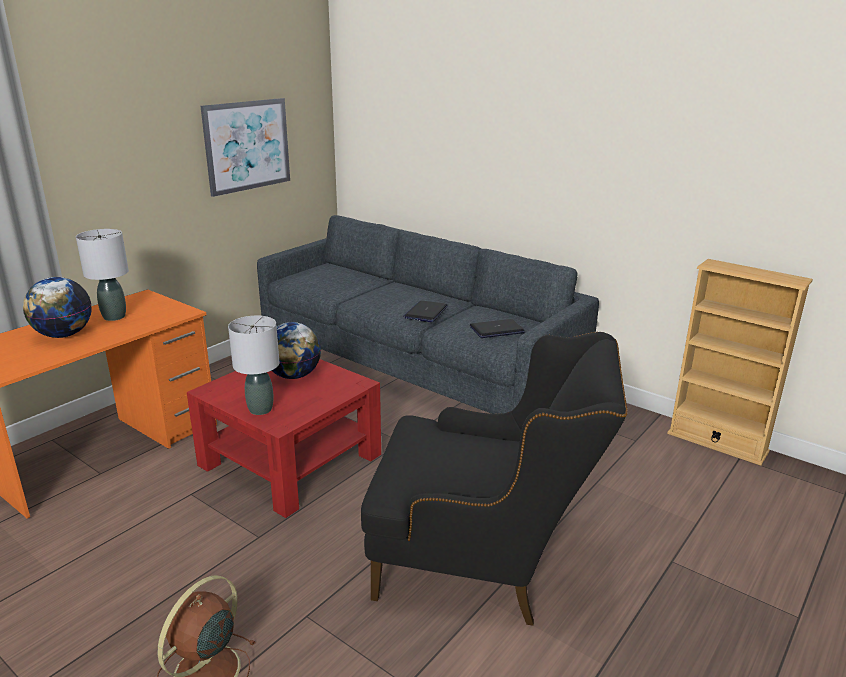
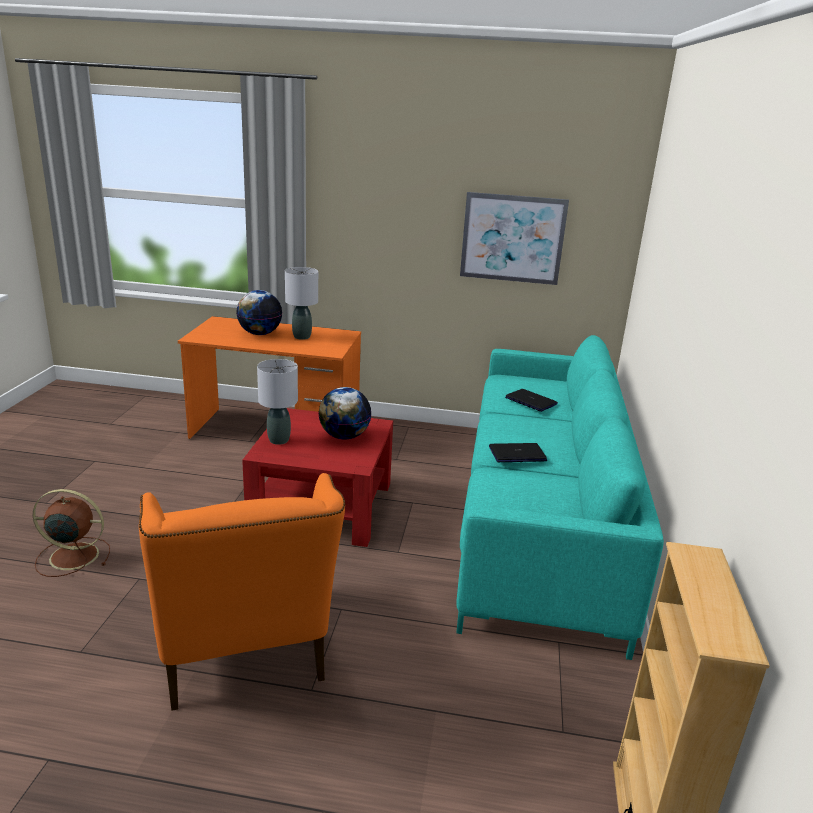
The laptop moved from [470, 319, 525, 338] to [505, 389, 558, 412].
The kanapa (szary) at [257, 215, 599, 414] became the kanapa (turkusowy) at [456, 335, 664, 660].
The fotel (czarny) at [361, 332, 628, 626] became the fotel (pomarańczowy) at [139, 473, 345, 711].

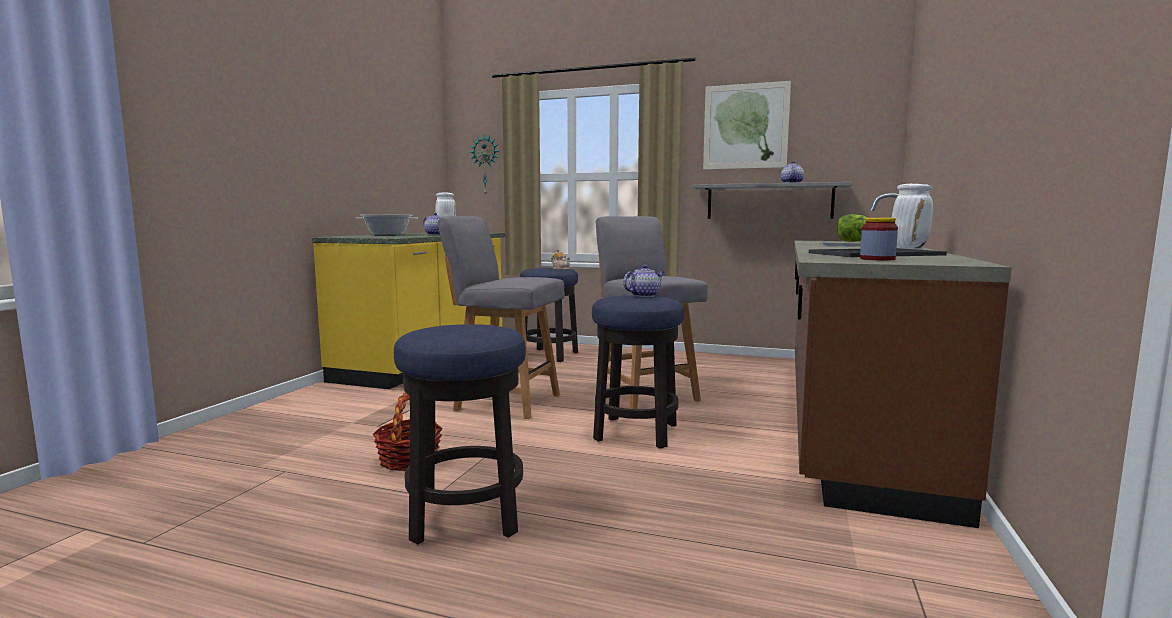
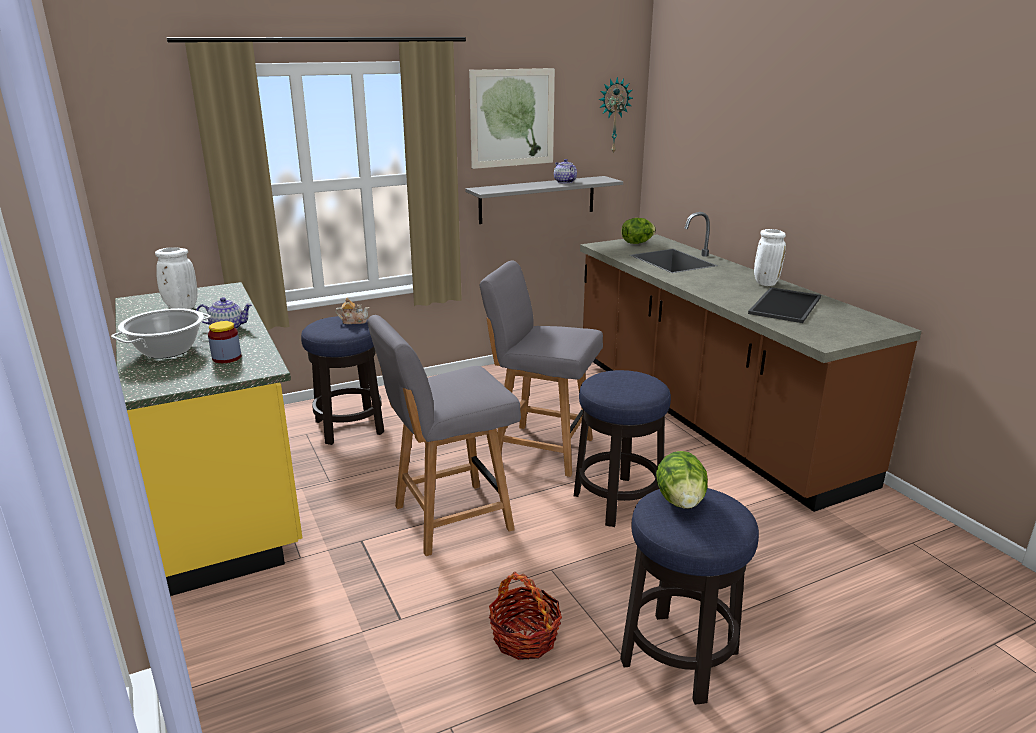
The imbryk at [623, 265, 664, 297] disappeared.
The sałata at [656, 451, 708, 509] appeared.
The zegar ścienny moved from [470, 135, 499, 196] to [598, 76, 633, 154].
The słoik moved from [860, 218, 898, 260] to [208, 321, 241, 363].

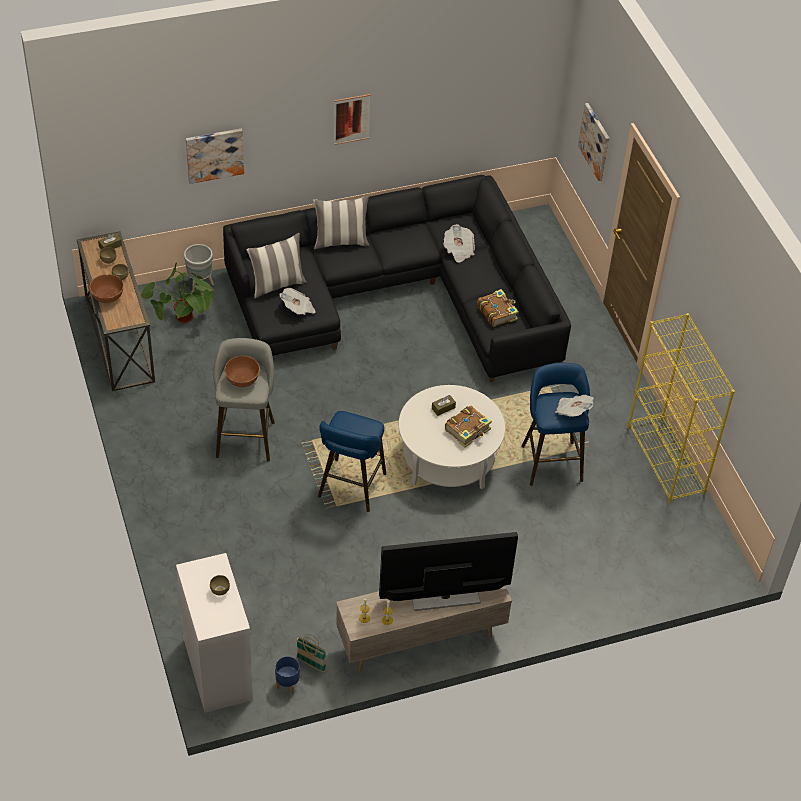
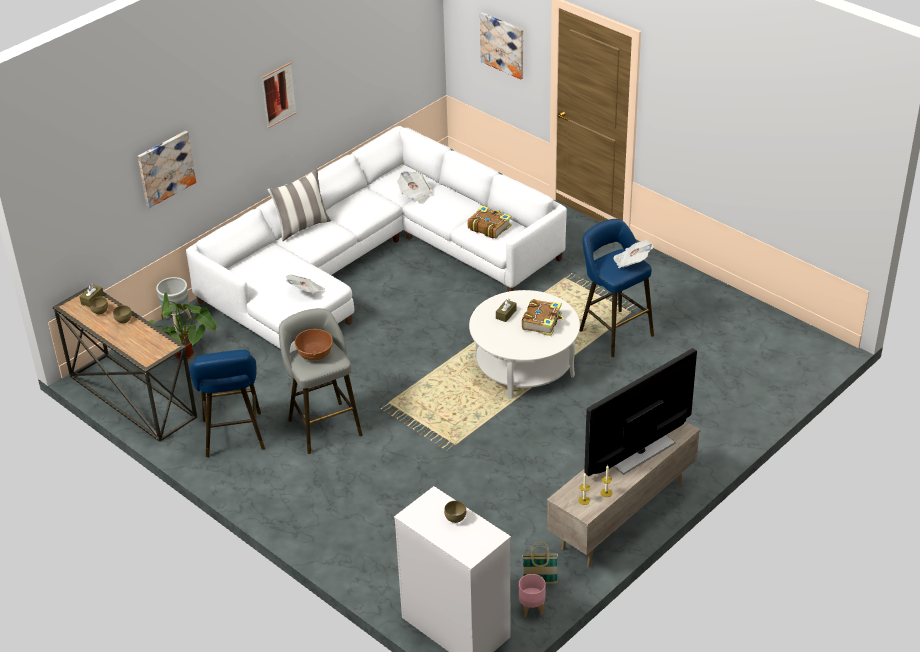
The miska (brązowy) at [89, 274, 124, 303] disappeared.
The poduszka at [246, 233, 307, 298] disappeared.
The regał (żółty) at [628, 313, 735, 504] disappeared.
The stołek (niebieski) moved from [318, 411, 386, 512] to [189, 350, 265, 457].
The kanapa (czarny) at [223, 175, 571, 382] became the kanapa (biały) at [186, 126, 567, 353].
The donica (niebieski) at [275, 656, 300, 694] became the donica (różowy) at [519, 574, 546, 617].

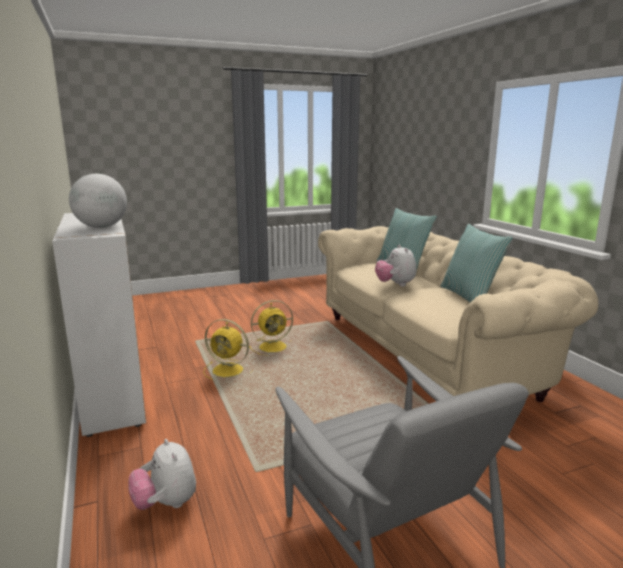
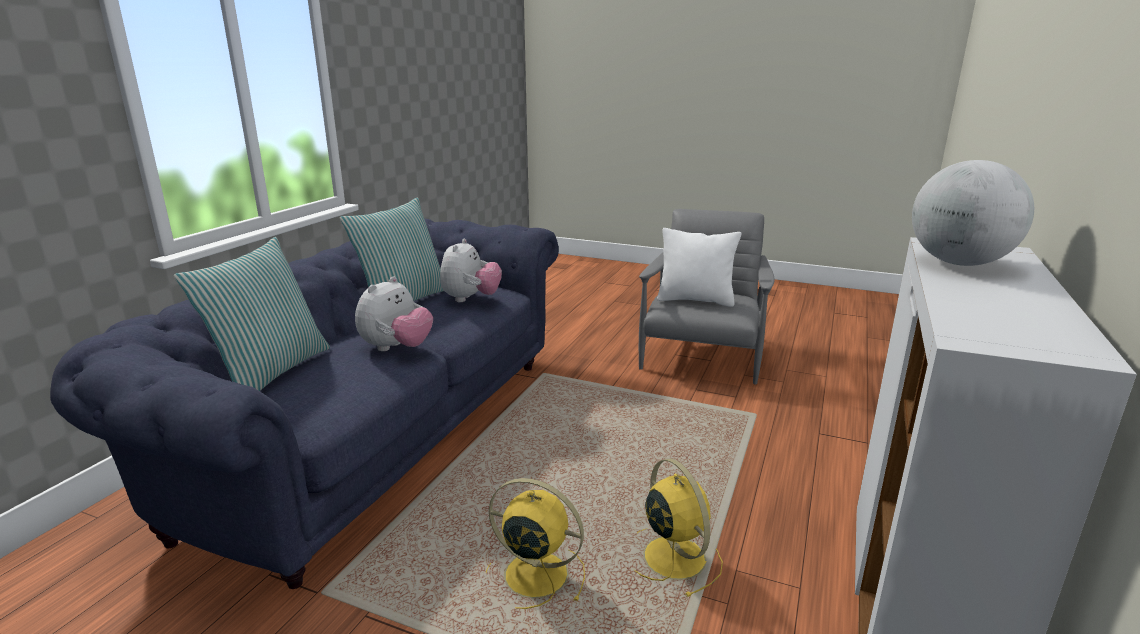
The poduszka (biały) at [657, 228, 741, 307] appeared.
The pluszak moved from [128, 439, 196, 510] to [440, 239, 502, 302].
The kanapa (beżowy) at [318, 226, 598, 402] became the kanapa (niebieski) at [50, 219, 559, 589].

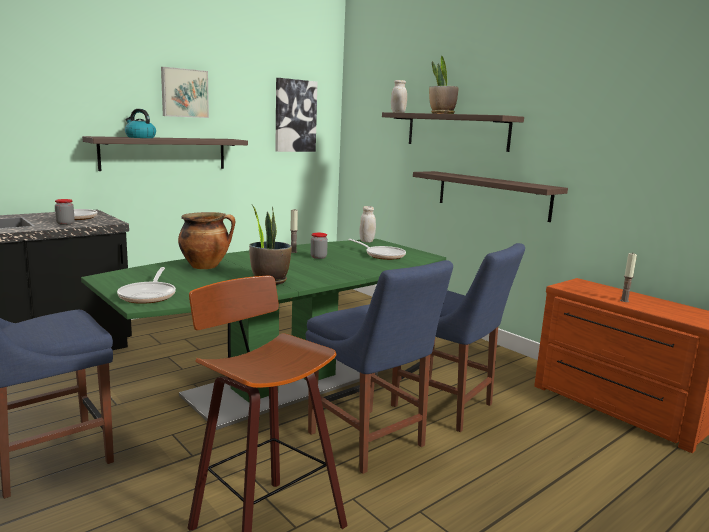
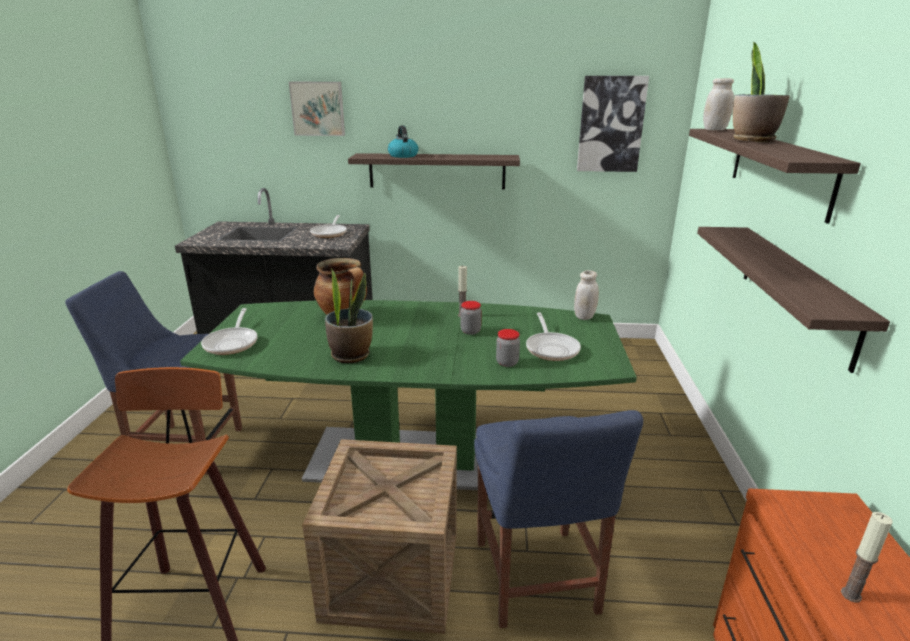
The słoik moved from [55, 199, 75, 225] to [496, 329, 520, 367].
The obraz moved from [161, 67, 209, 118] to [289, 82, 345, 136].
The krzesło (niebieski) at [306, 260, 453, 474] was replaced by the skrzynka at [302, 439, 457, 634].
The patelnia at [117, 267, 176, 304] turned 45 degrees counterclockwise.

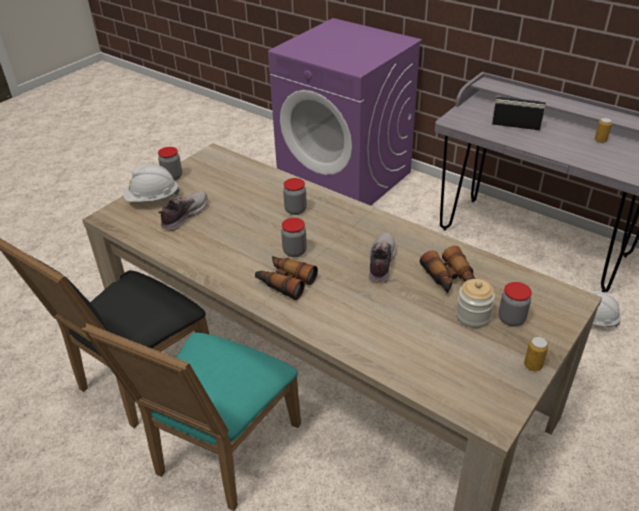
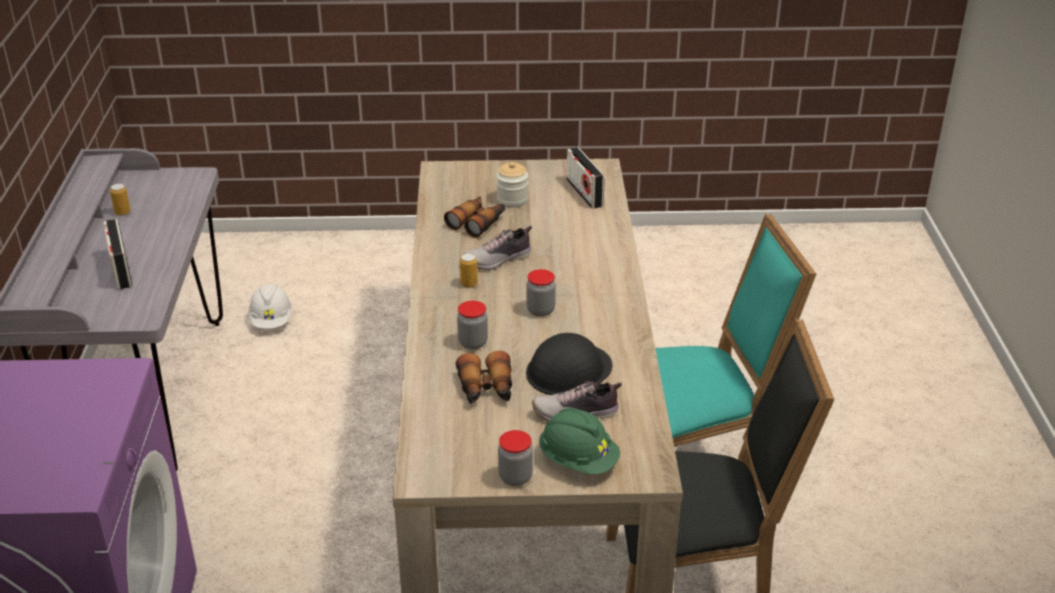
The słoik at [499, 282, 532, 326] disappeared.
The kask (czarny) at [526, 333, 612, 395] appeared.
The radio at [567, 147, 605, 208] appeared.
The lornetka moved from [255, 256, 318, 300] to [456, 351, 512, 404].
The puszka moved from [524, 336, 548, 371] to [460, 253, 478, 288].
The kask (biały) at [123, 165, 180, 202] became the kask (zielony) at [539, 408, 620, 475].

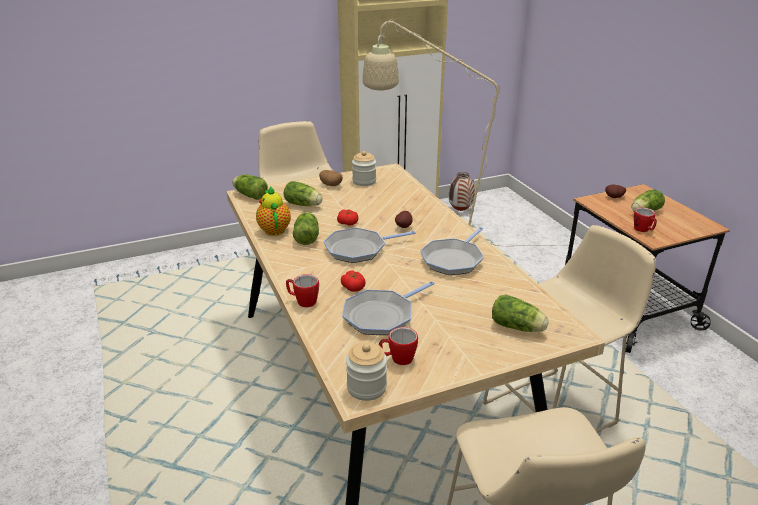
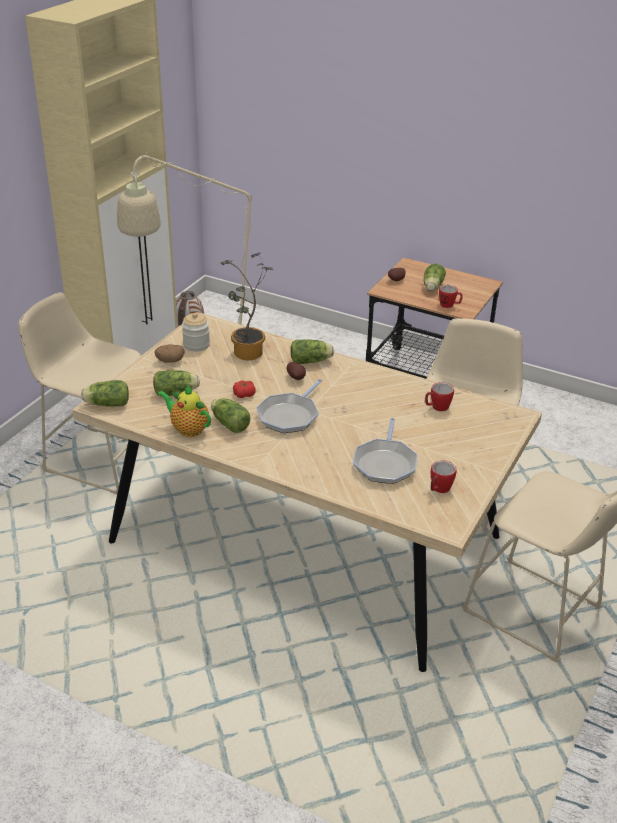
The pomidor at [341, 270, 365, 292] disappeared.
The słoik at [346, 342, 387, 401] disappeared.
The patelnia at [420, 227, 484, 275] disappeared.
The roślina doniczkowa at [221, 253, 274, 360] appeared.
The kubek moved from [286, 274, 319, 307] to [425, 382, 454, 411].
The sałata moved from [492, 294, 549, 332] to [290, 339, 334, 364].

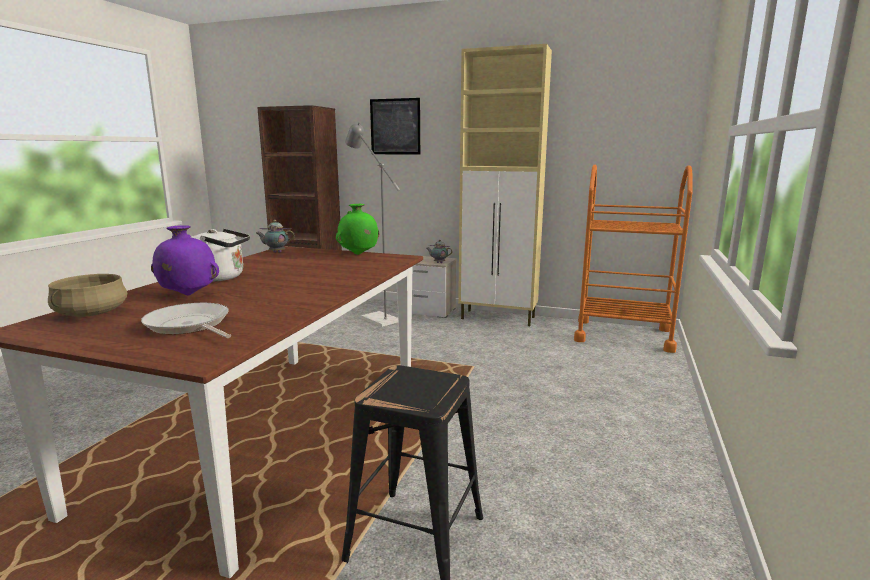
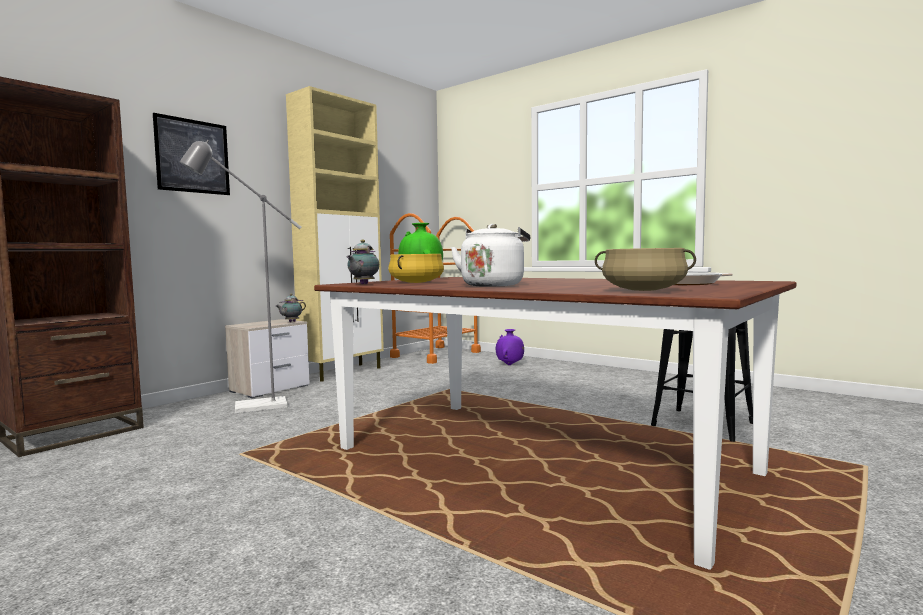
The garnek (żółty) at [388, 254, 444, 283] appeared.
The wazon (fioletowy) moved from [151, 225, 219, 295] to [496, 329, 524, 365].

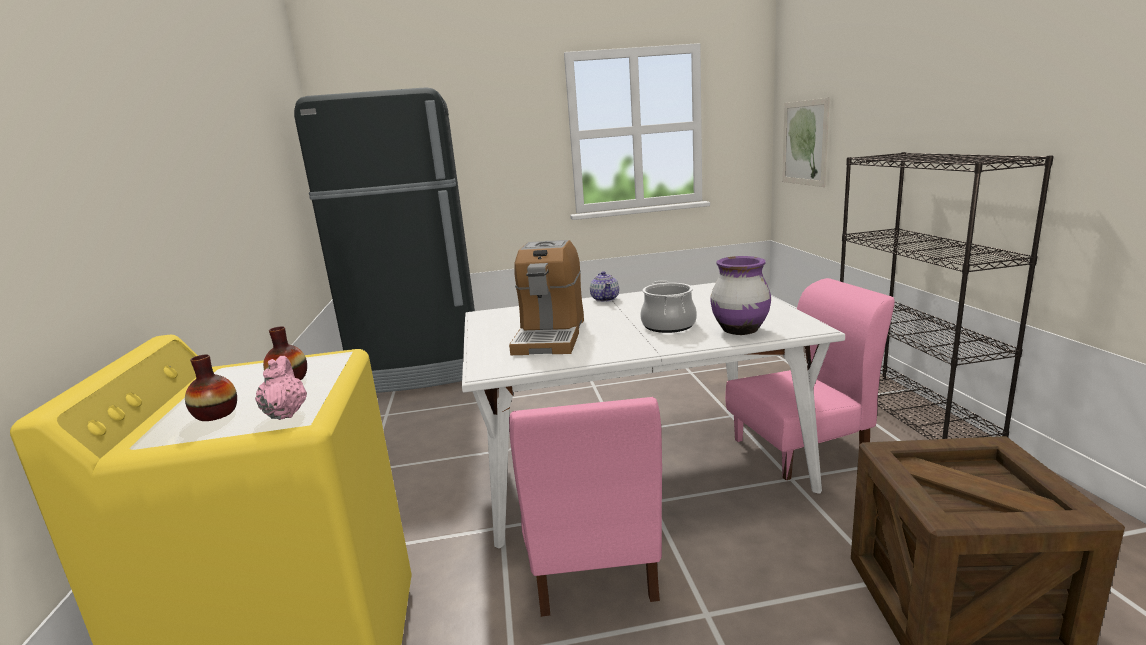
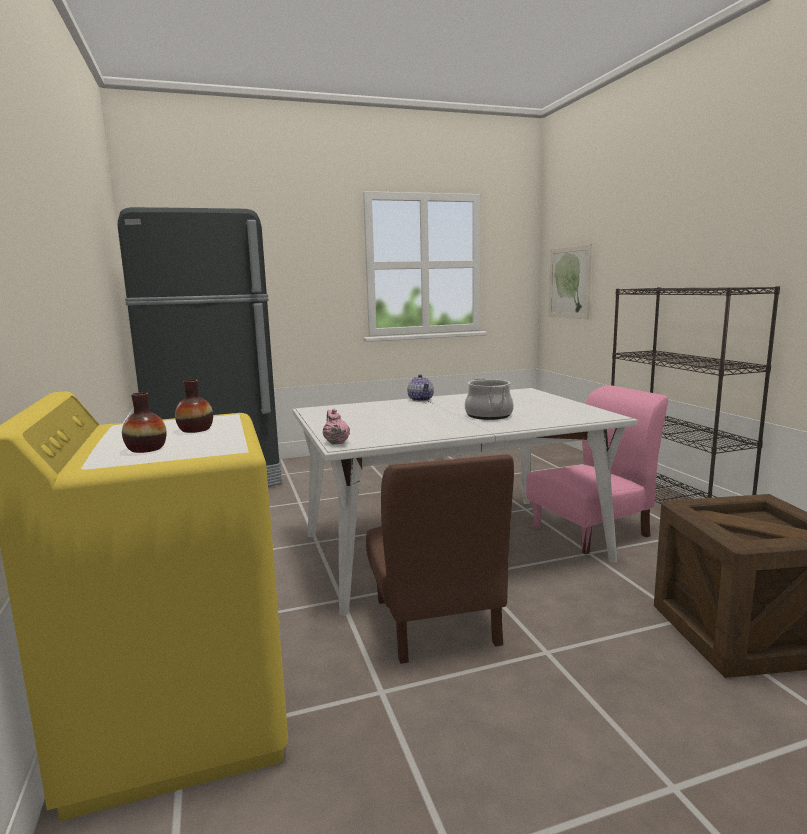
The ekspres do kawy at [509, 240, 584, 355] disappeared.
The wazon (fioletowy) at [710, 256, 771, 335] disappeared.
The imbryk (różowy) moved from [255, 356, 307, 420] to [323, 409, 350, 444].
The krzesło (różowy) at [509, 397, 662, 617] became the krzesło (brązowy) at [366, 454, 514, 664].

